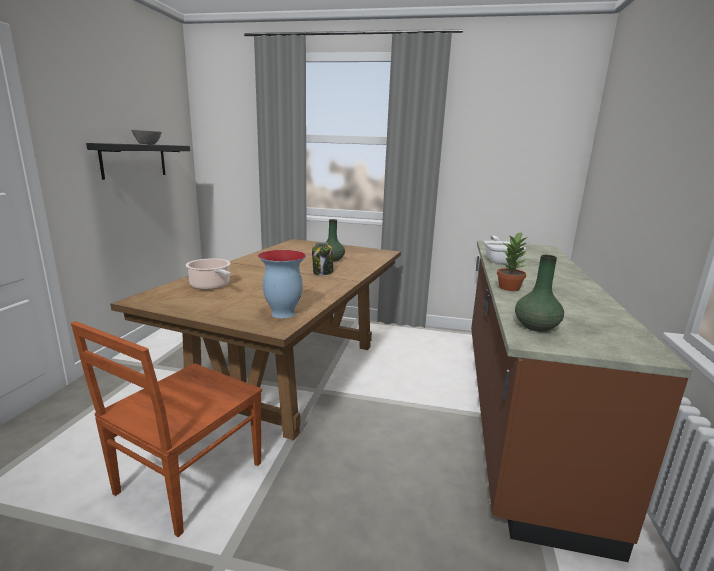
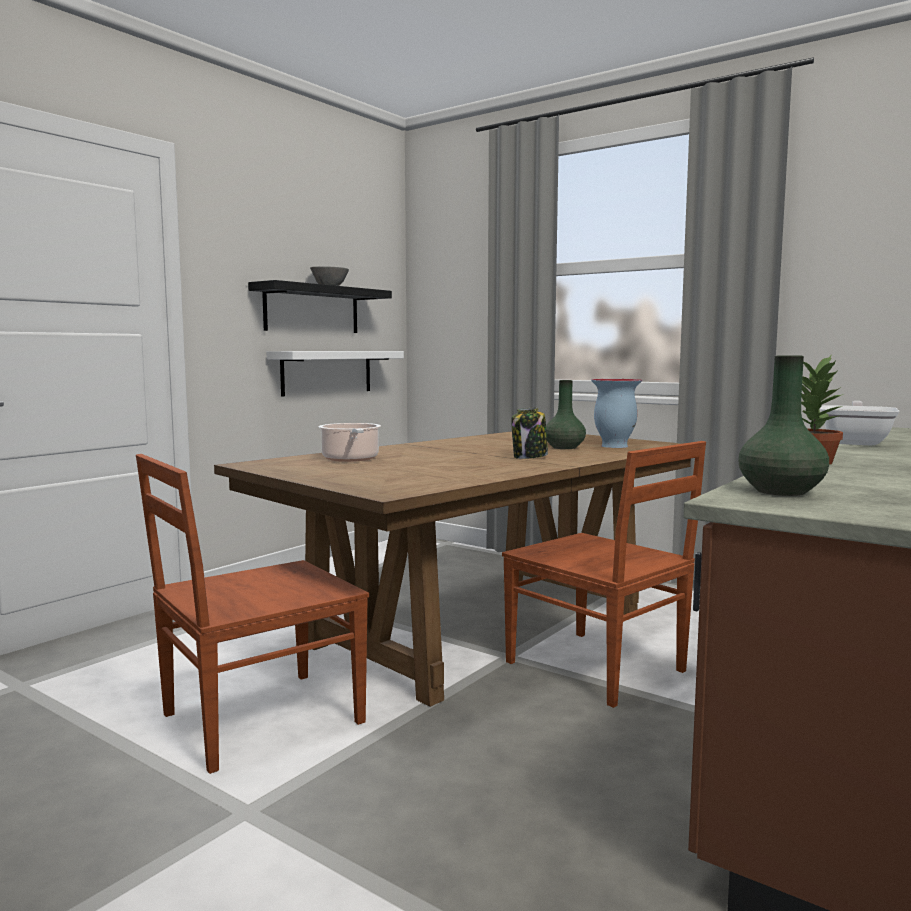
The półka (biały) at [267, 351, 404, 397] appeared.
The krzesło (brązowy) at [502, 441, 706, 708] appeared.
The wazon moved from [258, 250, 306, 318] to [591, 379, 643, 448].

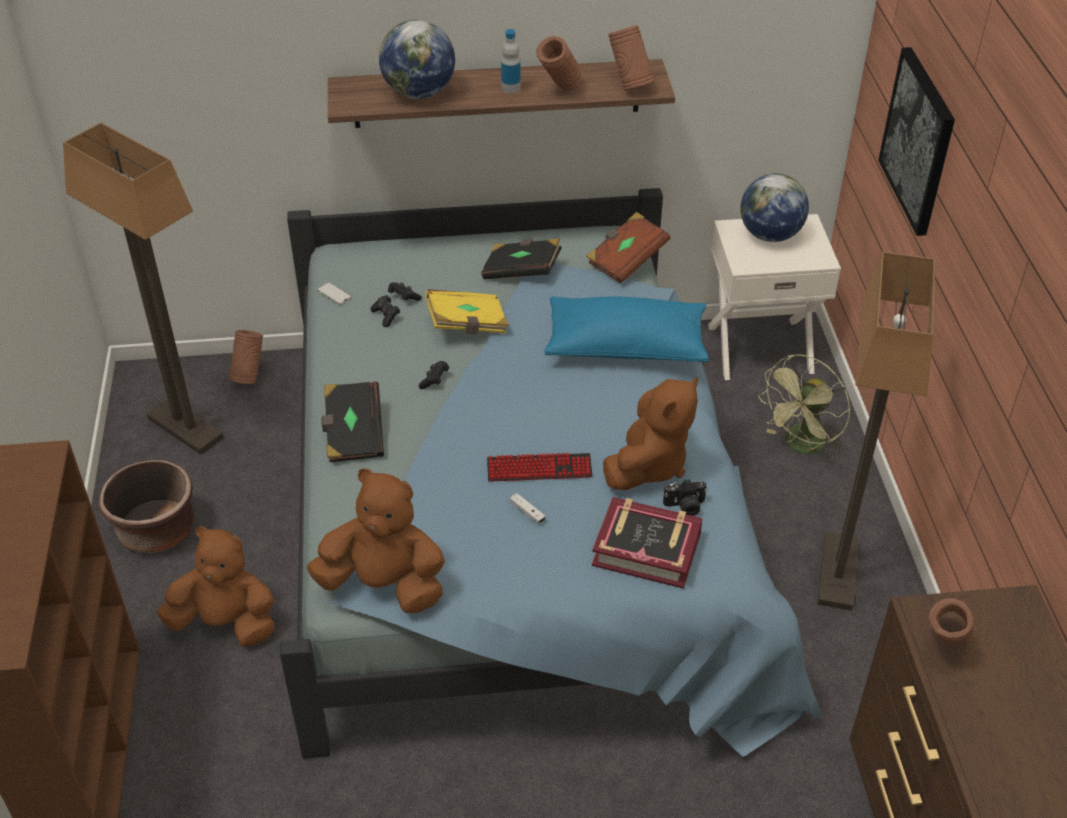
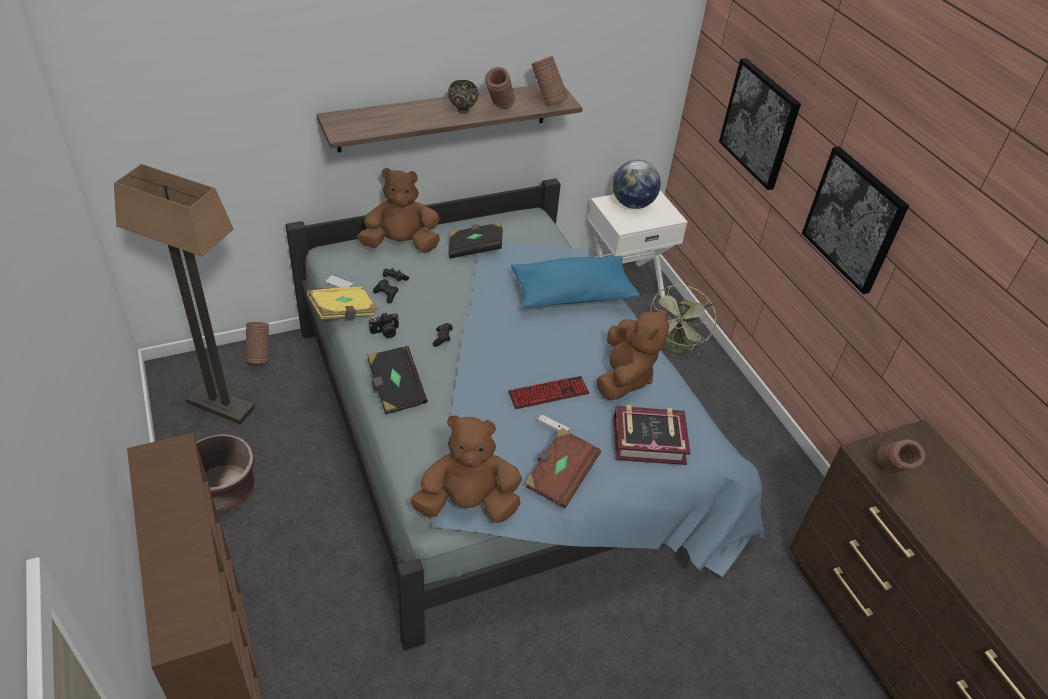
The globus at [379, 20, 455, 99] disappeared.
The lampa stojąca at [818, 252, 935, 611] disappeared.
The obraz at [802, 146, 909, 294] appeared.
The pluszak (brązowy) moved from [157, 526, 275, 646] to [357, 168, 440, 253].
The książka (żółty) moved from [425, 289, 509, 334] to [307, 287, 378, 320].
The książka (brązowy) moved from [586, 212, 671, 284] to [524, 428, 601, 508].
The aparat fotograficzny moved from [663, 479, 707, 516] to [369, 313, 399, 339].
The butelka at [501, 29, 521, 93] was replaced by the miska (brązowy) at [448, 80, 478, 114].

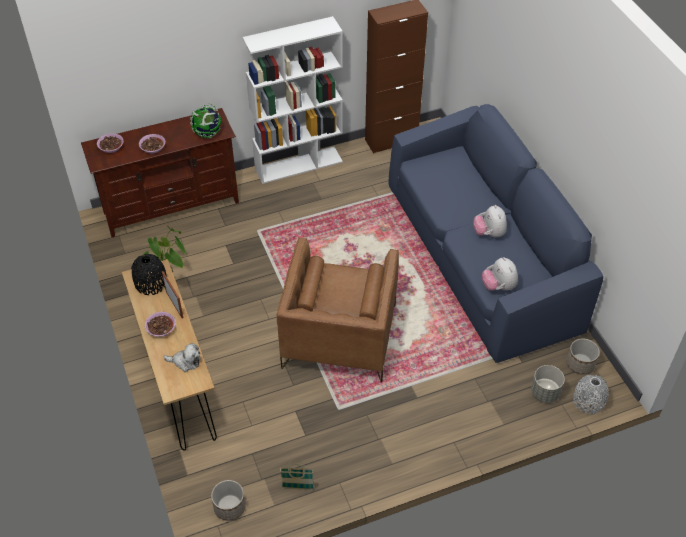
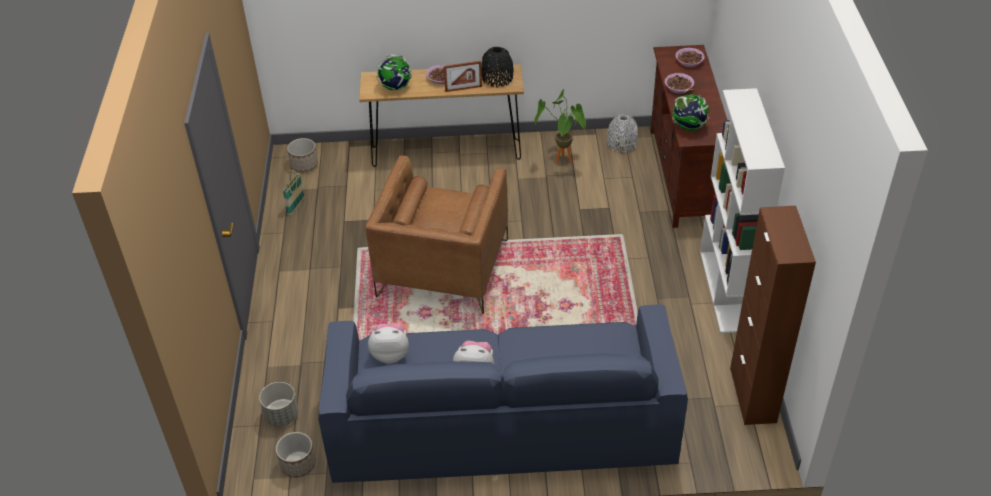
The wazon (szary) moved from [573, 375, 609, 414] to [607, 114, 638, 152].
The pluszak at [163, 343, 200, 372] was replaced by the globus at [376, 54, 412, 90].
The fotel (brązowy) at [277, 238, 399, 383] turned 105 degrees counterclockwise.

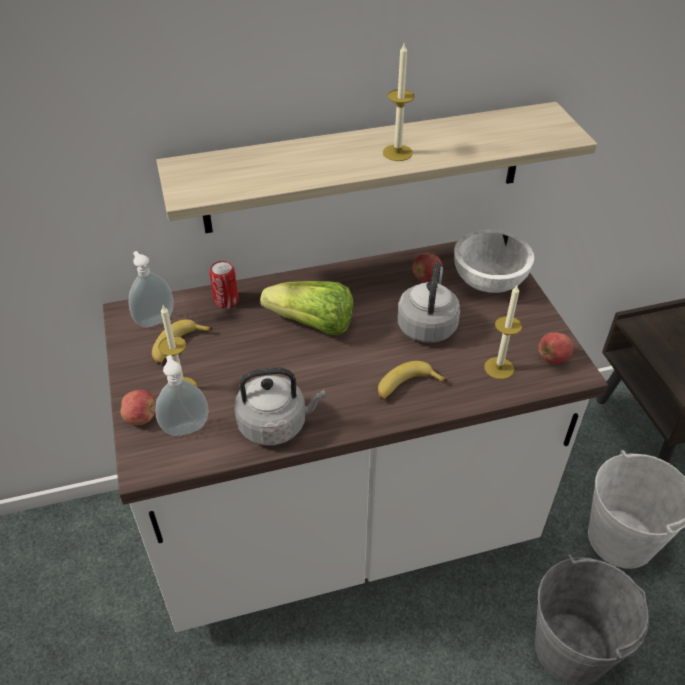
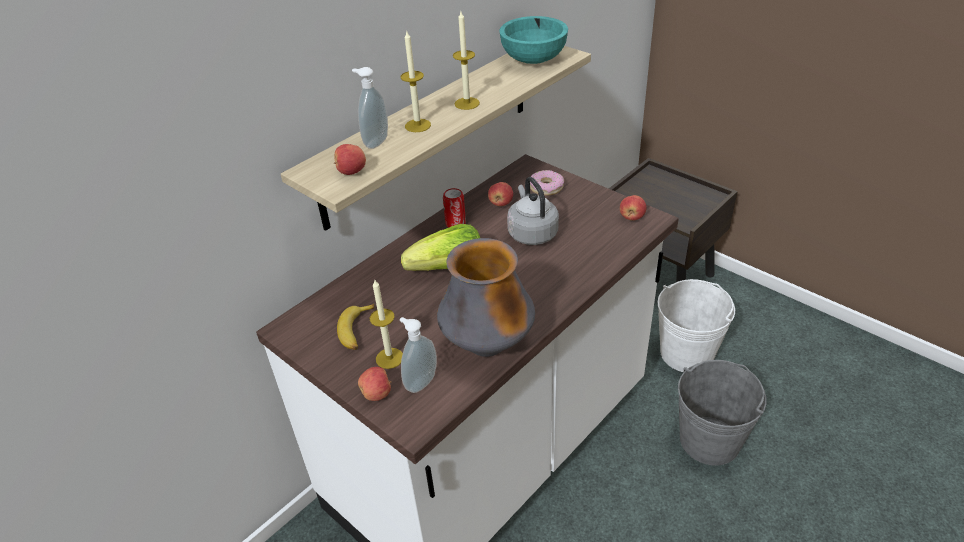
The banan at [378, 361, 447, 400] disappeared.
The jabłko at [334, 144, 366, 175] appeared.
The miska (turkusowy) at [499, 16, 568, 64] appeared.
The dozownik mydła moved from [129, 251, 174, 328] to [352, 67, 388, 149].
The puszka moved from [210, 261, 238, 309] to [443, 188, 466, 228].
The świeca moved from [484, 285, 522, 379] to [401, 31, 431, 132].
The czajnik (szary) at [234, 368, 326, 446] was replaced by the wazon at [437, 238, 535, 357].
The miska (biały) at [454, 229, 534, 293] was replaced by the donut at [530, 170, 564, 196].

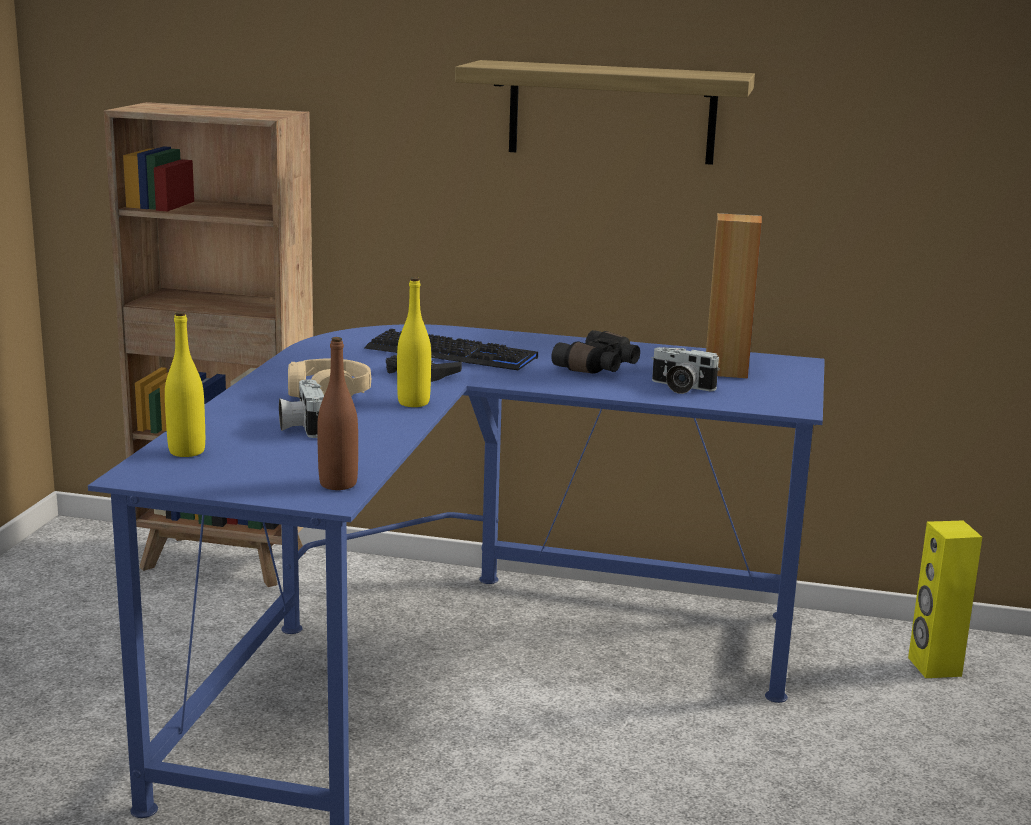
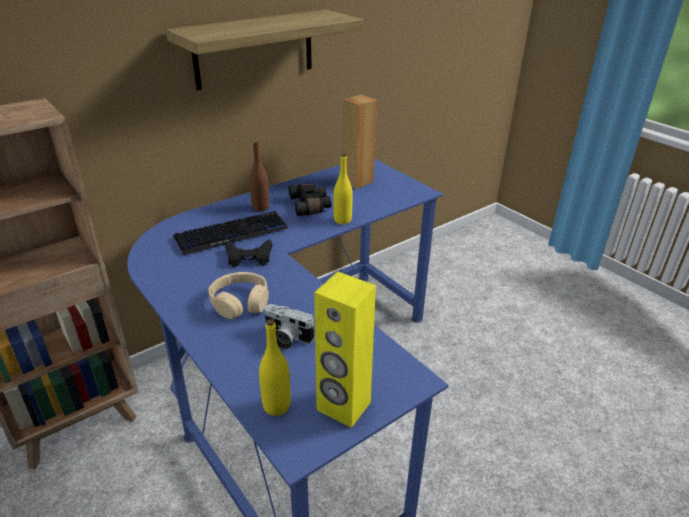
The aparat fotograficzny at [652, 347, 720, 394] disappeared.
The butelka (brązowy) moved from [317, 337, 358, 490] to [250, 142, 269, 211].
The butelka (żółty) moved from [397, 277, 431, 407] to [333, 154, 353, 224].
The głośnik (żółty) moved from [908, 521, 982, 678] to [314, 271, 376, 428].

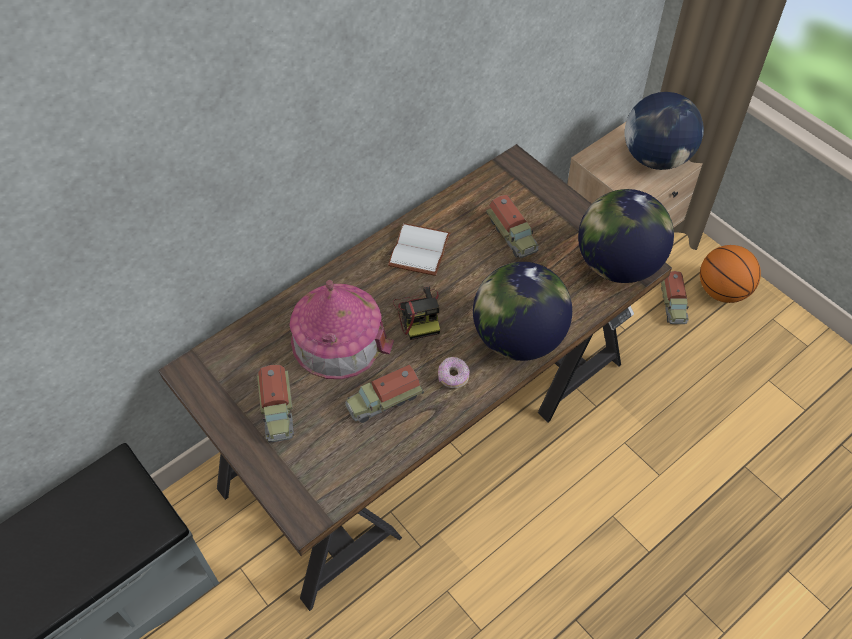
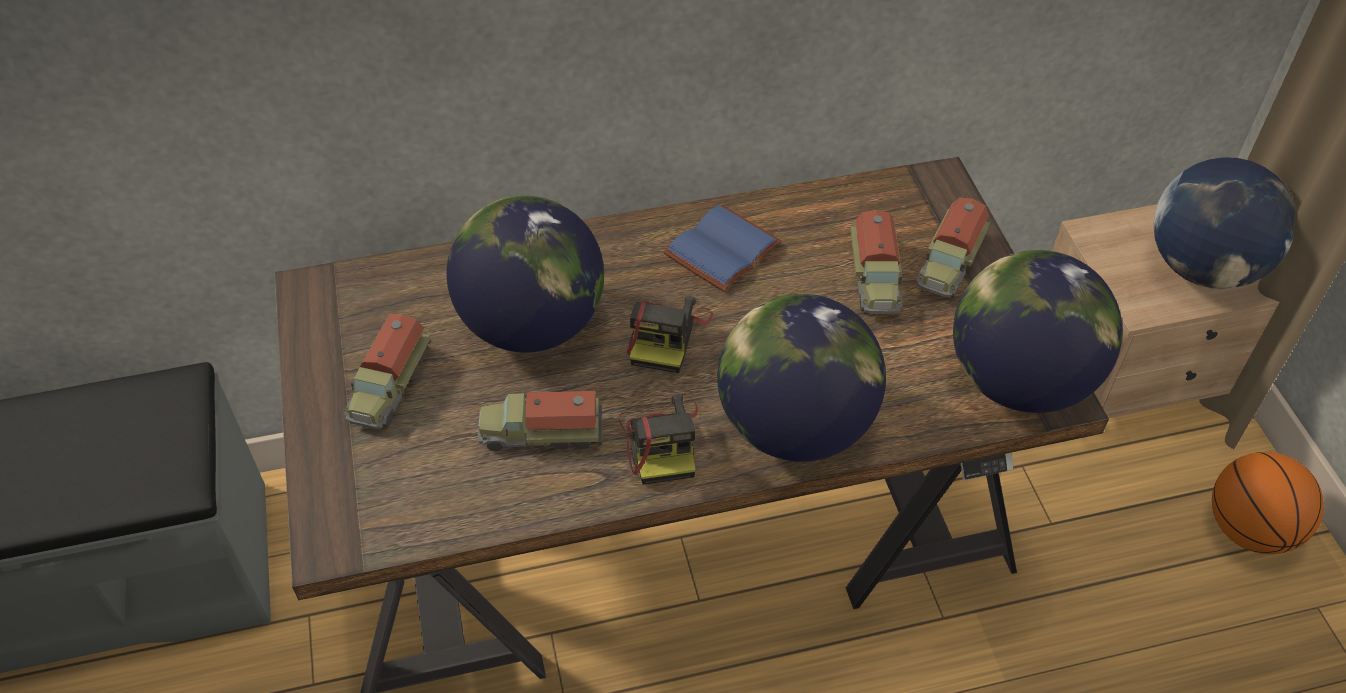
The ciężarówka zabawkowa moved from [661, 271, 689, 324] to [916, 197, 991, 298].
The domek at [290, 280, 394, 379] was replaced by the globus at [447, 196, 604, 353].
The donut at [438, 357, 470, 388] was replaced by the aparat fotograficzny at [619, 394, 698, 485].
The książka (biały) at [388, 223, 450, 276] became the książka (niebieski) at [663, 205, 781, 292].

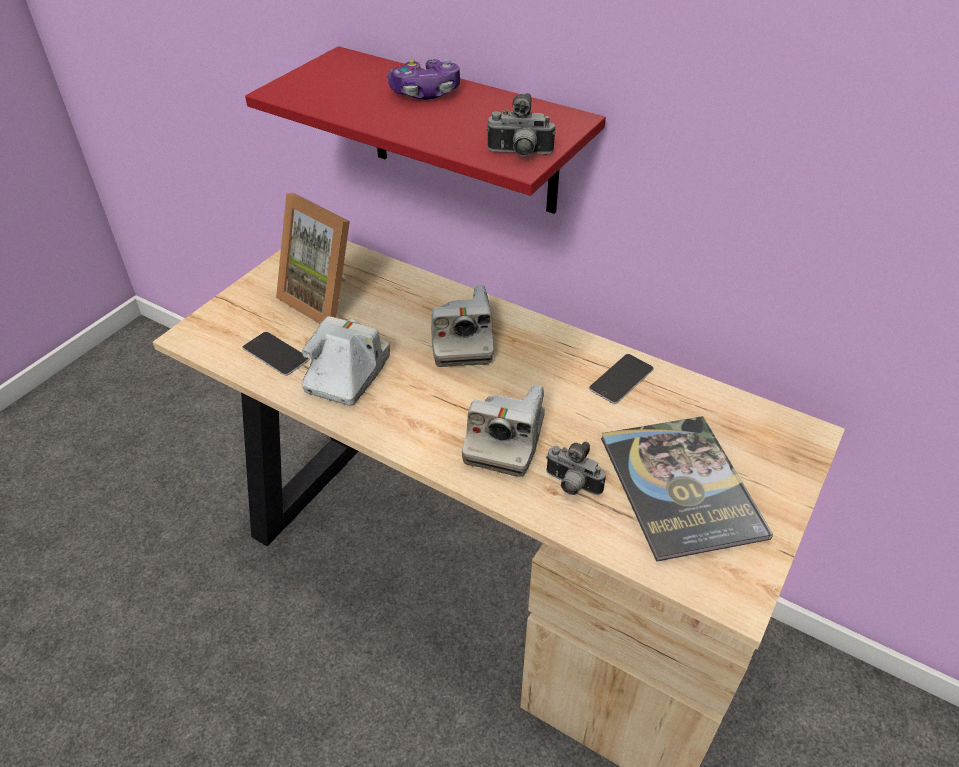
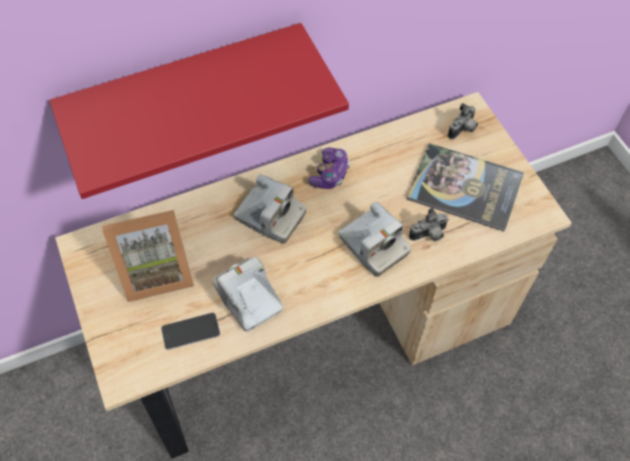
The telefon at [589, 354, 654, 404] disappeared.
The pad do gier moved from [388, 59, 460, 100] to [308, 147, 350, 189].
The aparat fotograficzny moved from [486, 93, 555, 156] to [448, 103, 478, 139].

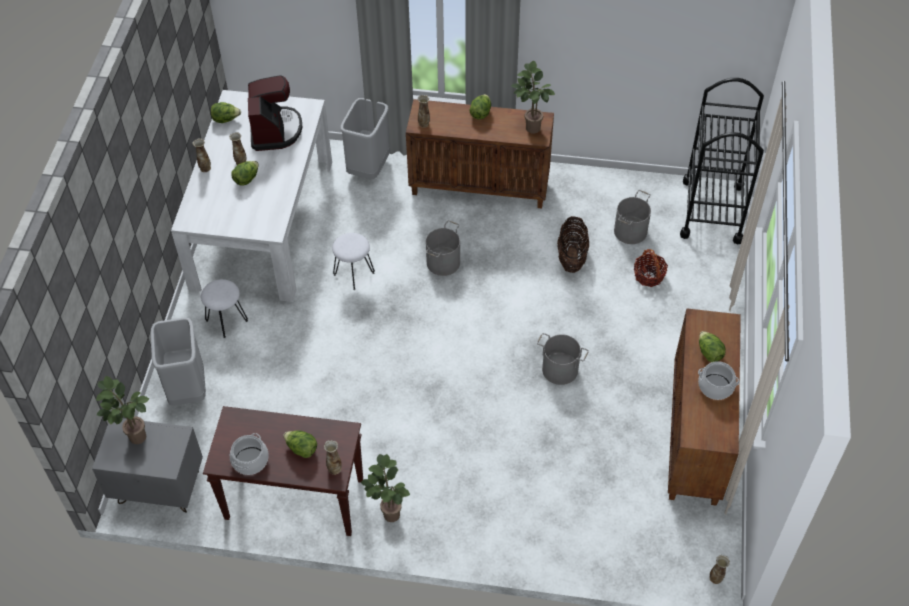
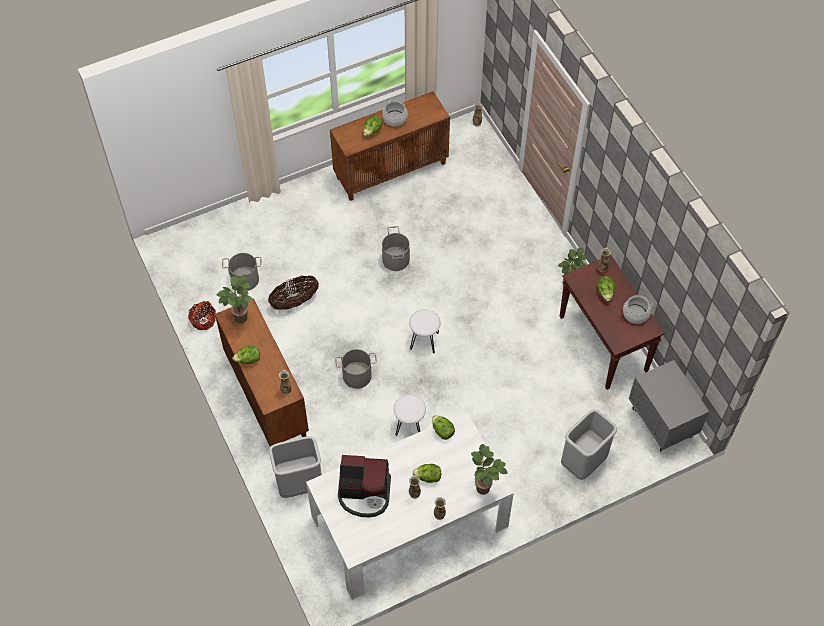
The wózek (czarny) at [680, 78, 764, 244] disappeared.
The roślina doniczkowa moved from [96, 376, 149, 444] to [471, 444, 508, 495].
The stołek (biały) moved from [201, 279, 248, 338] to [409, 309, 440, 353].
The sałata moved from [211, 102, 241, 123] to [432, 415, 455, 440].
The koszyk moved from [634, 249, 668, 287] to [188, 301, 216, 330].
The ekspres do kawy at [248, 75, 302, 151] turned 135 degrees counterclockwise.

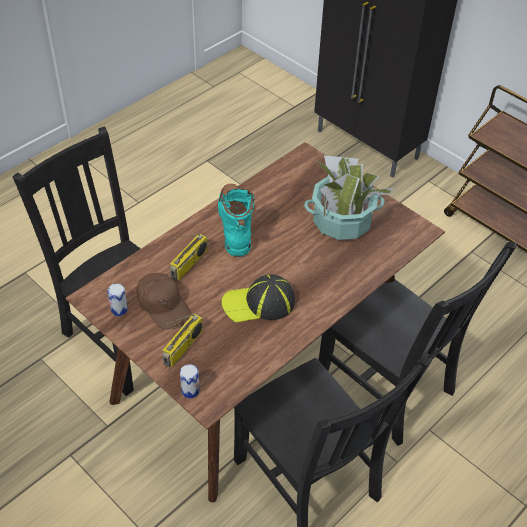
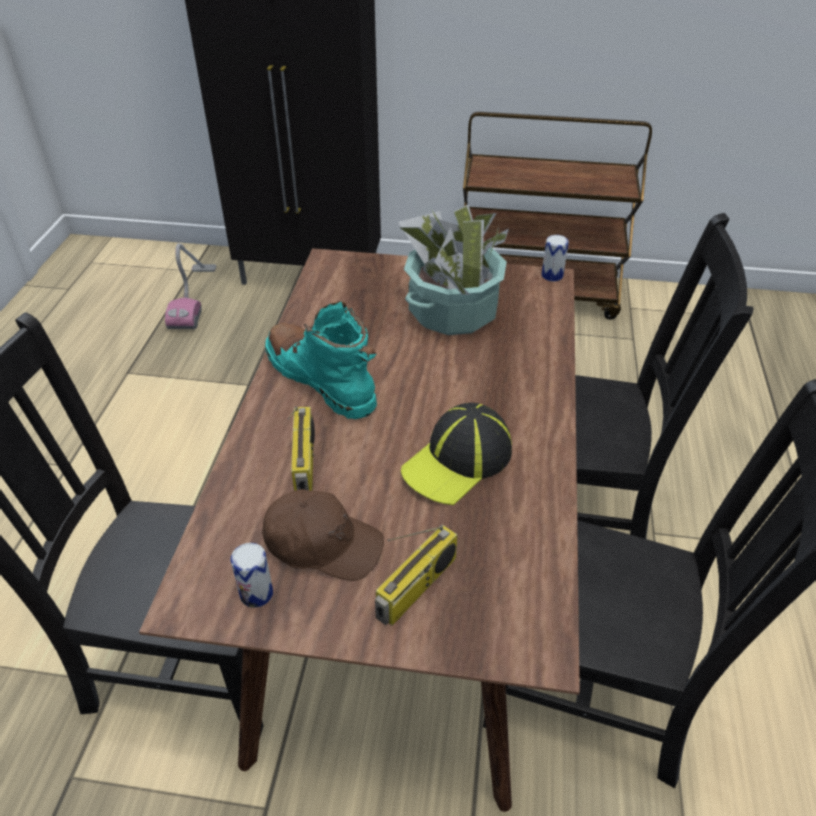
The odkurzacz at [165, 243, 216, 329] appeared.
The puszka moved from [180, 364, 200, 398] to [542, 235, 569, 281].
The radio at [162, 313, 203, 367] turned 45 degrees clockwise.

